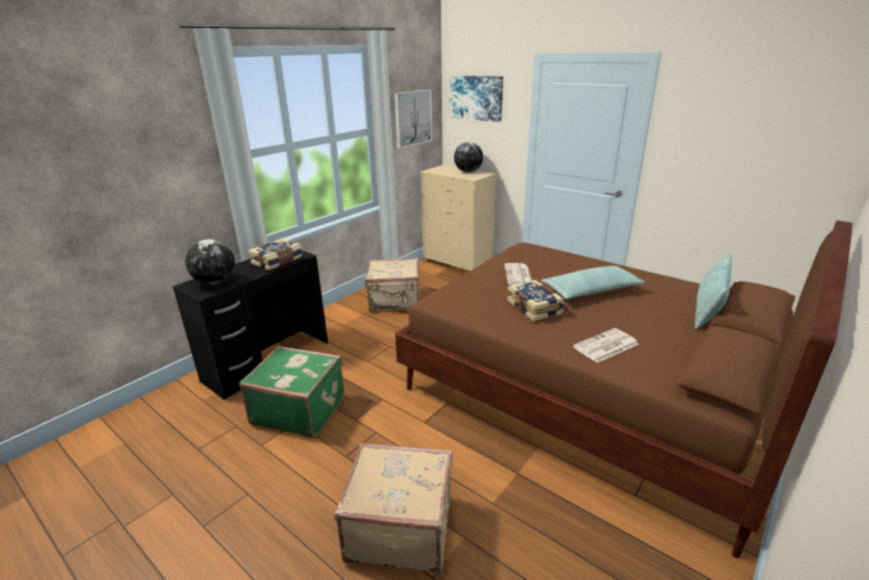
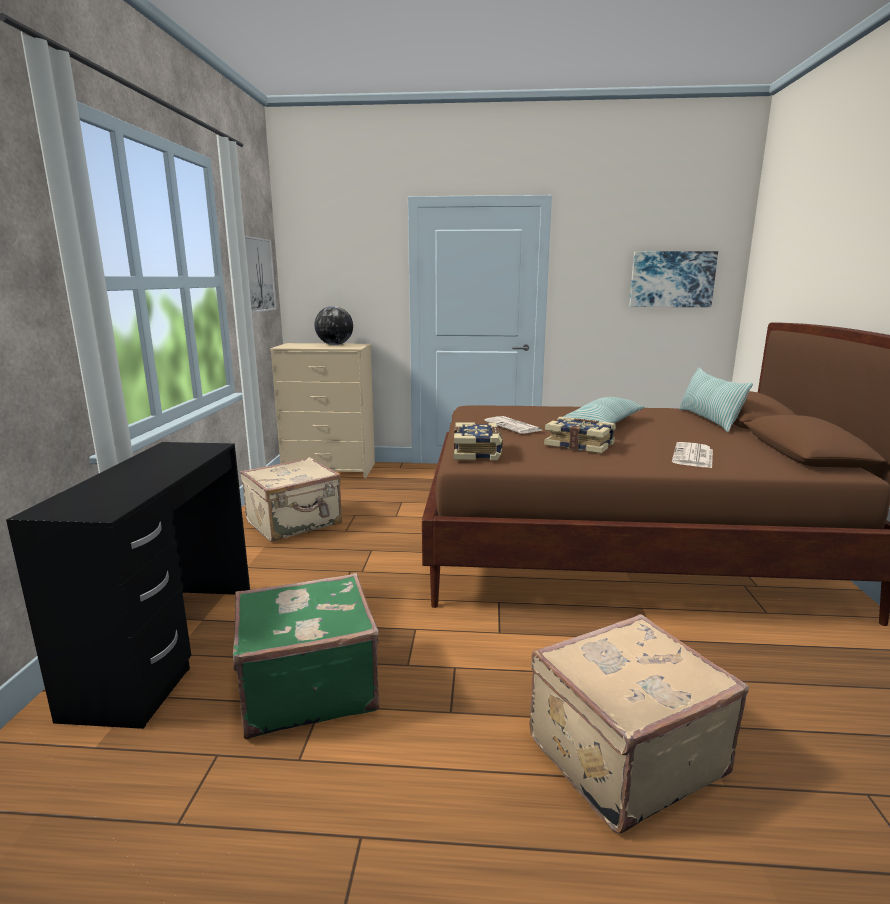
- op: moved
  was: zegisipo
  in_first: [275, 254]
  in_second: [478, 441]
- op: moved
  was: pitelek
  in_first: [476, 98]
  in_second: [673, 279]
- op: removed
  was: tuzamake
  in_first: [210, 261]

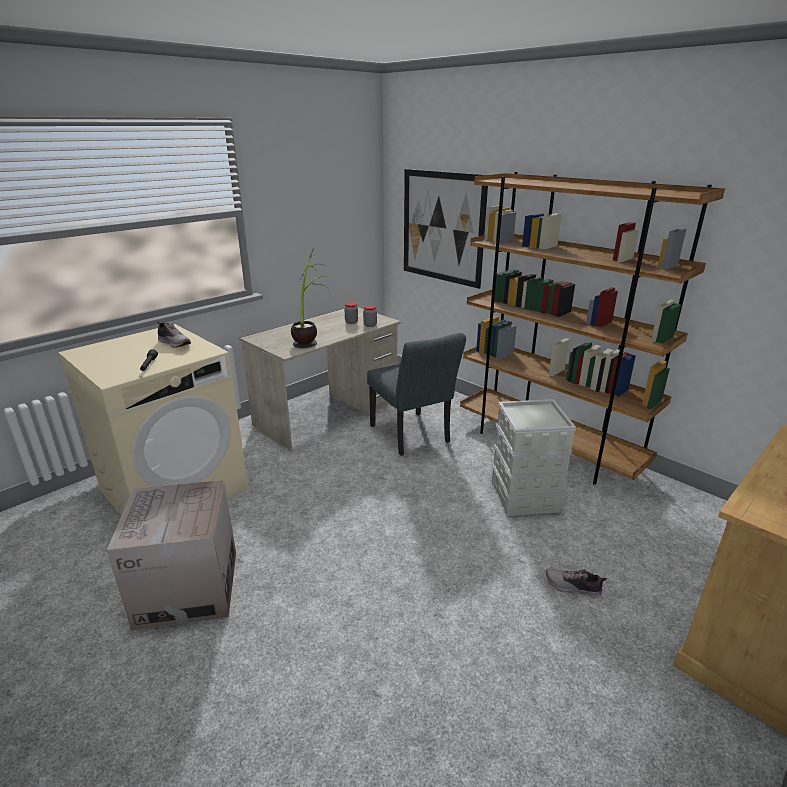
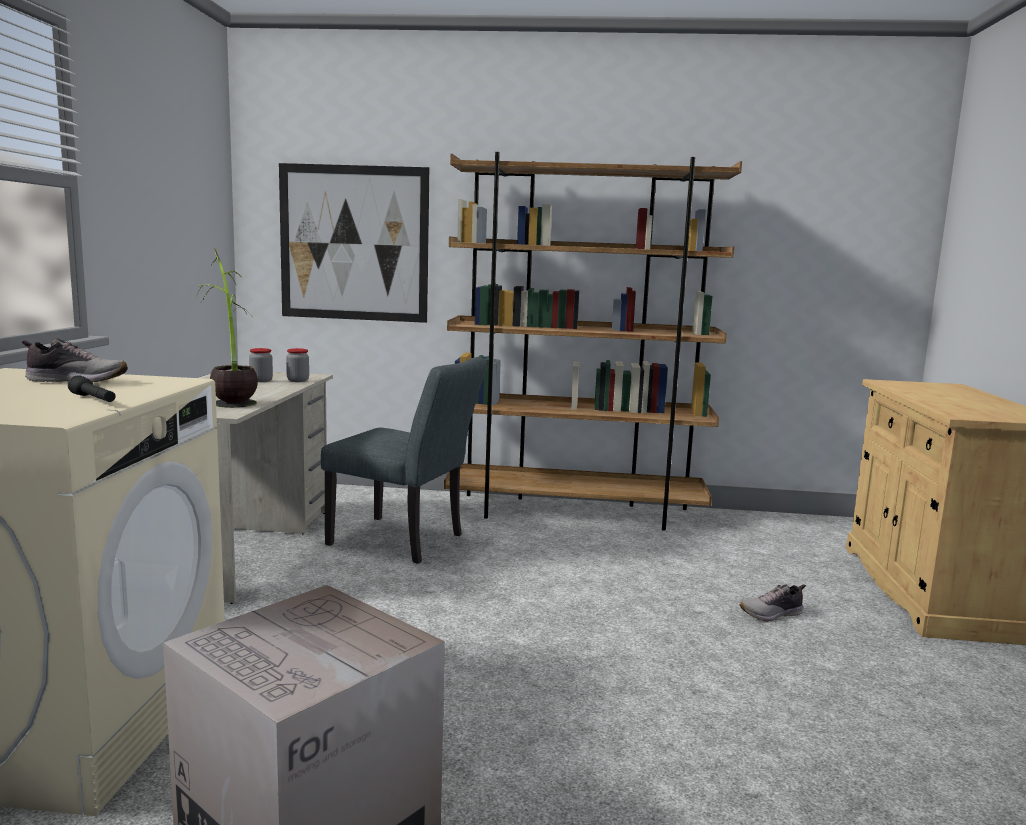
- op: removed
  was: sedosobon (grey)
  in_first: [534, 457]

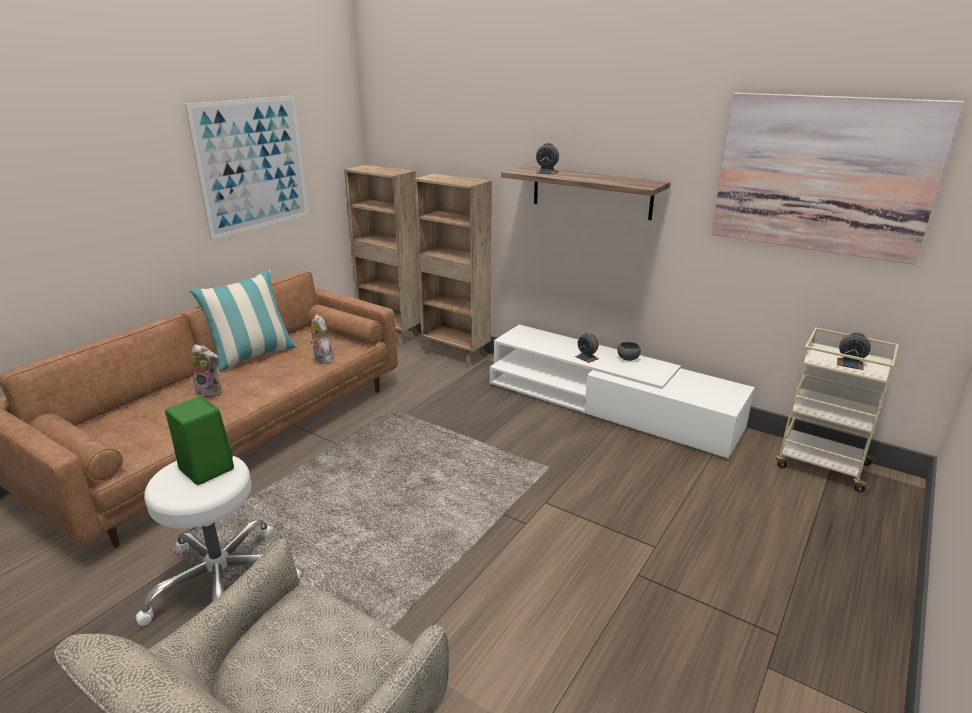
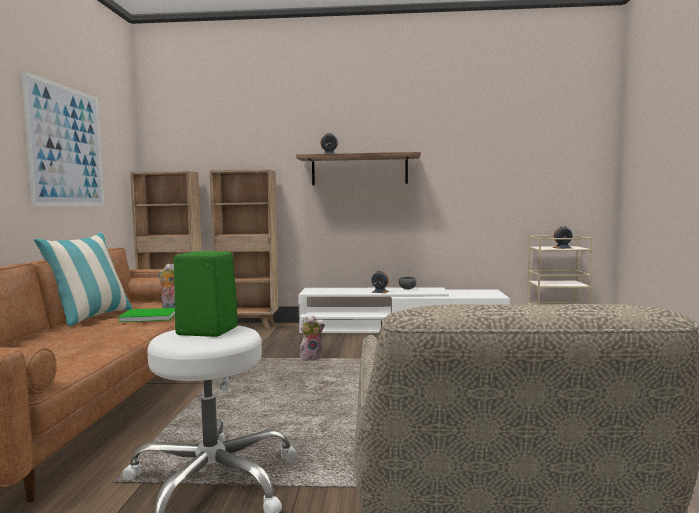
- op: added
  now: zegisipo (green)
  in_second: [146, 315]
- op: moved
  was: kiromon
  in_first: [206, 371]
  in_second: [312, 338]
- op: removed
  was: pitelek
  in_first: [838, 179]

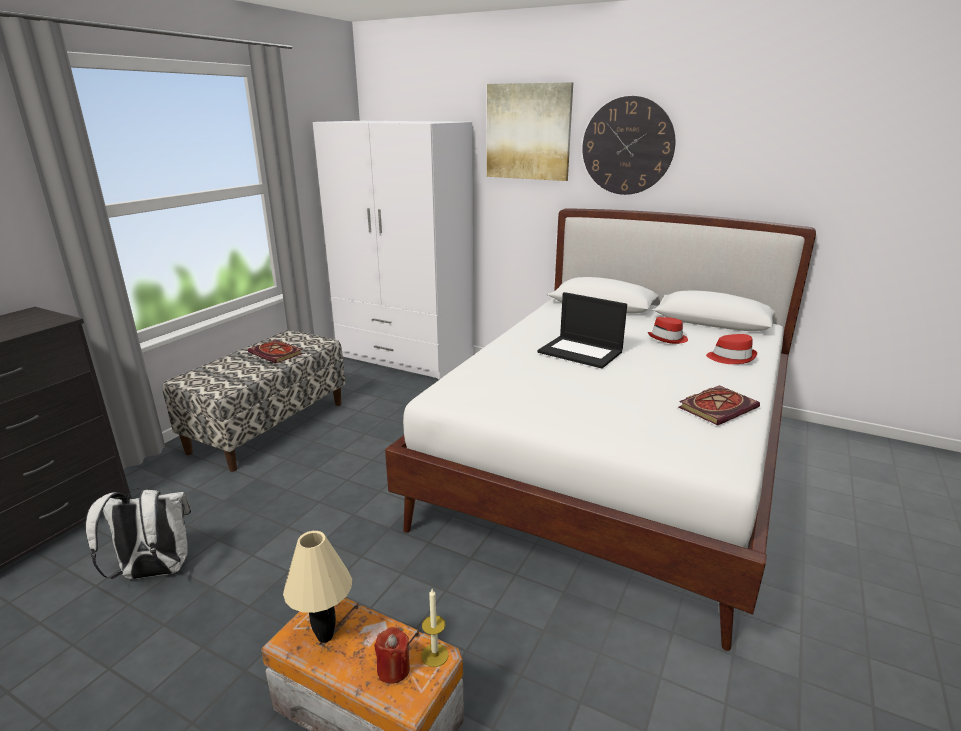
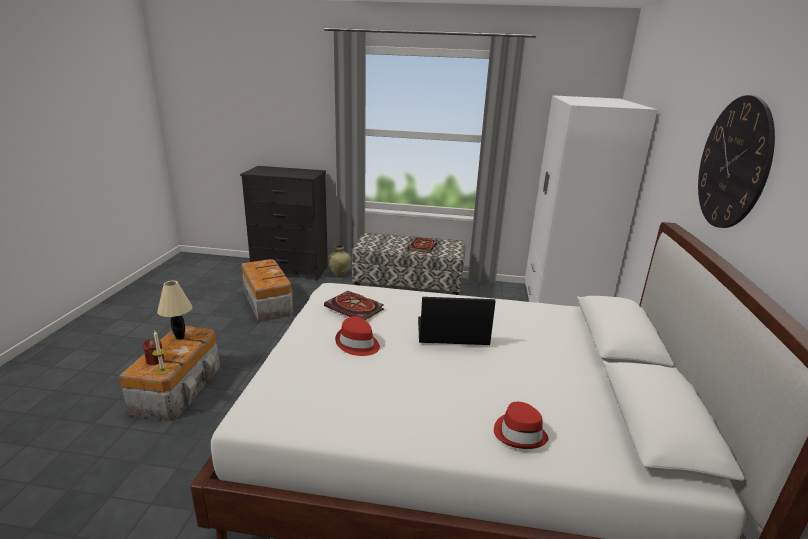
- op: replaced
  was: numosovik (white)
  now: sedosobon
  in_first: [138, 533]
  in_second: [267, 290]
- op: moved
  was: zegisipo
  in_first: [719, 405]
  in_second: [354, 305]
- op: added
  now: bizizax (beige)
  in_second: [339, 260]
- op: moved
  was: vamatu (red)
  in_first: [668, 330]
  in_second: [357, 336]
- op: turned
  was: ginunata
  in_first: [582, 330]
  in_second: [457, 321]
  clockwise: 75
- op: removed
  was: pitelek
  in_first: [530, 131]

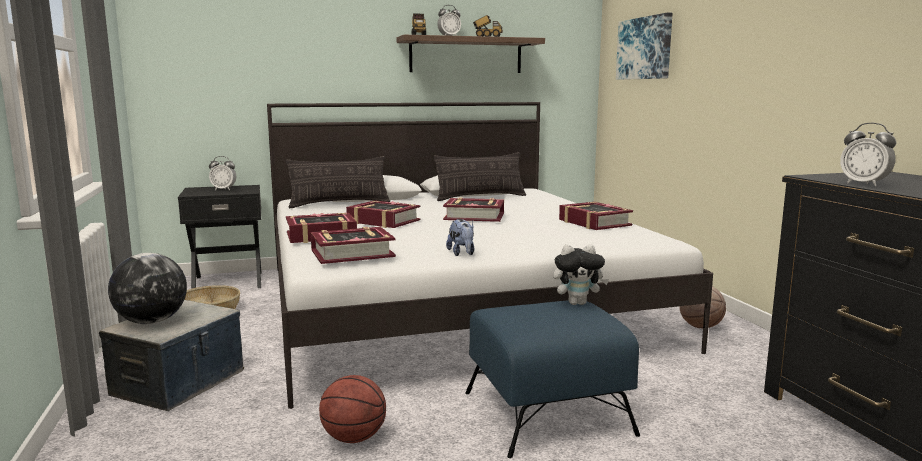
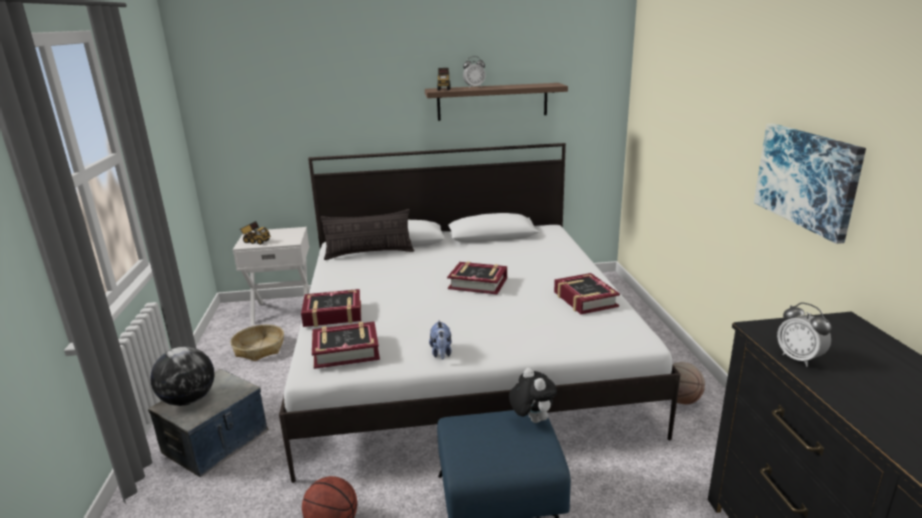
- op: recoloured
  was: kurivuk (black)
  now: kurivuk (white)
  in_first: [220, 237]
  in_second: [271, 276]
- op: moved
  was: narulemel
  in_first: [488, 26]
  in_second: [255, 233]
- op: turned
  was: kiromon
  in_first: [581, 274]
  in_second: [533, 395]
  clockwise: -120
- op: moved
  was: pitelek
  in_first: [644, 46]
  in_second: [810, 183]
- op: removed
  was: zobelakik
  in_first: [222, 173]
- op: removed
  was: zegisipo
  in_first: [383, 214]
- op: removed
  was: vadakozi
  in_first: [479, 176]

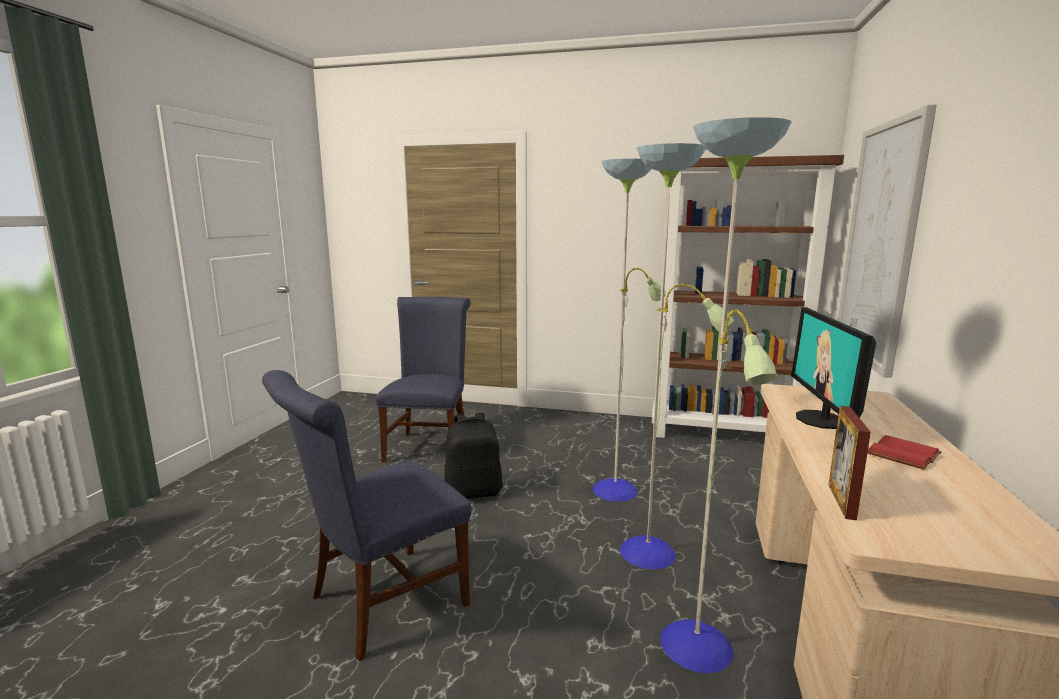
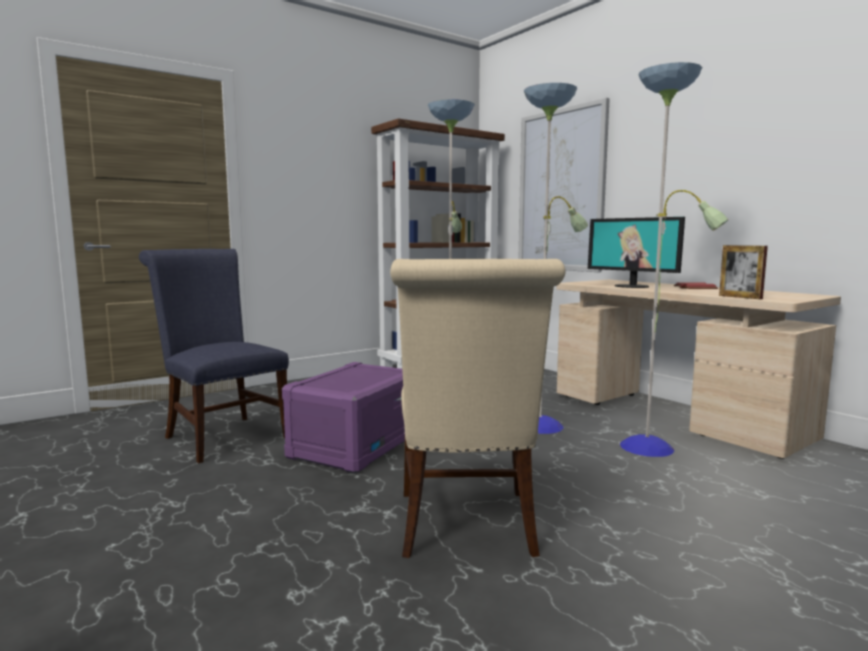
- op: replaced
  was: numosovik (black)
  now: sedosobon (purple)
  in_first: [473, 456]
  in_second: [343, 418]
- op: recoloured
  was: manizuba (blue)
  now: manizuba (beige)
  in_first: [367, 515]
  in_second: [477, 408]

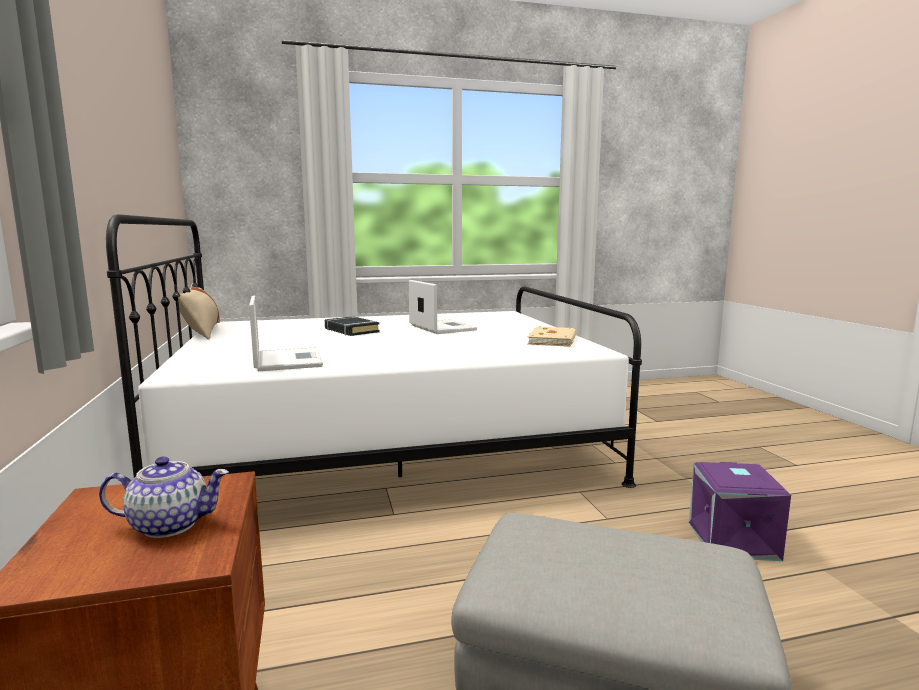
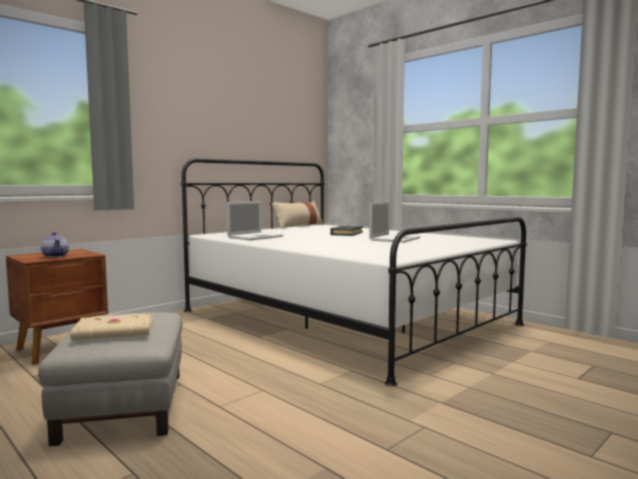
- op: moved
  was: zegisipo (beige)
  in_first: [551, 336]
  in_second: [111, 326]
- op: removed
  was: sedosobon (purple)
  in_first: [740, 511]

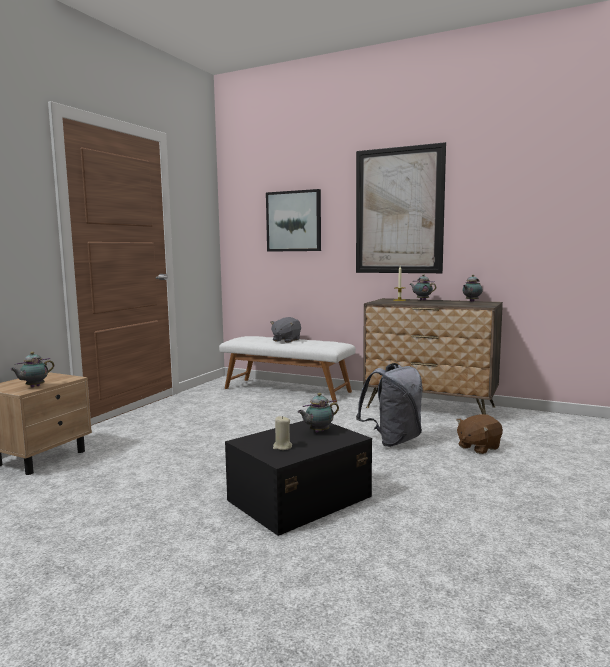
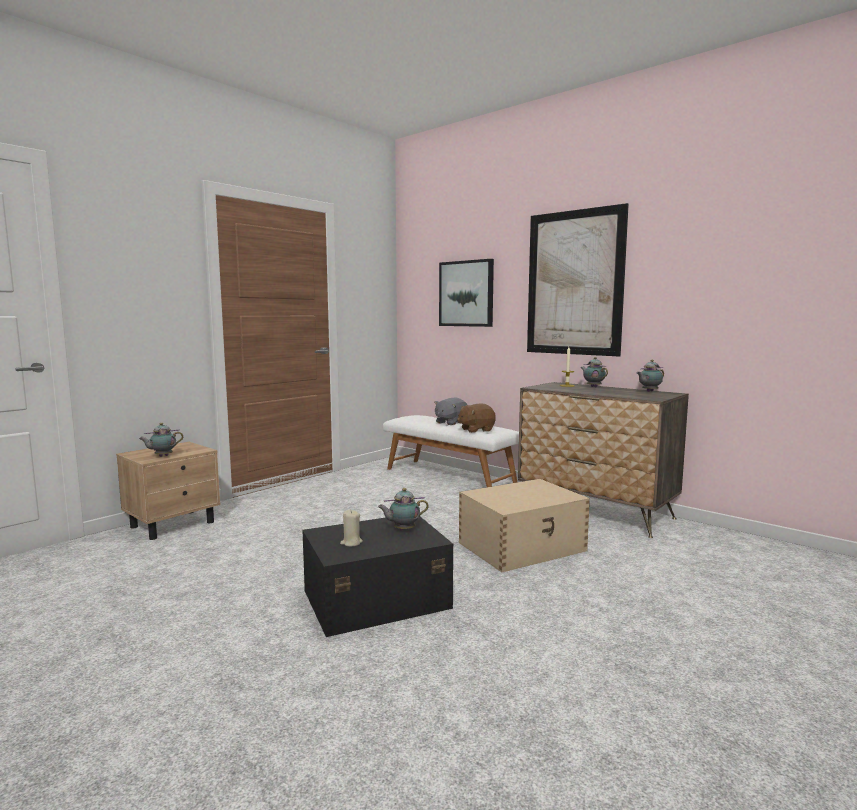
- op: moved
  was: kiromon (brown)
  in_first: [480, 434]
  in_second: [476, 418]
- op: replaced
  was: numosovik (grey)
  now: sedosobon (beige)
  in_first: [389, 405]
  in_second: [524, 525]

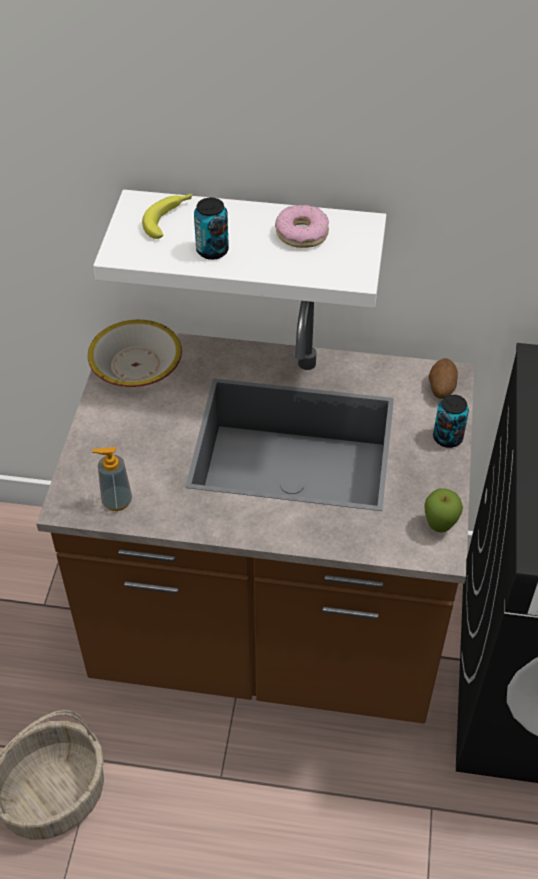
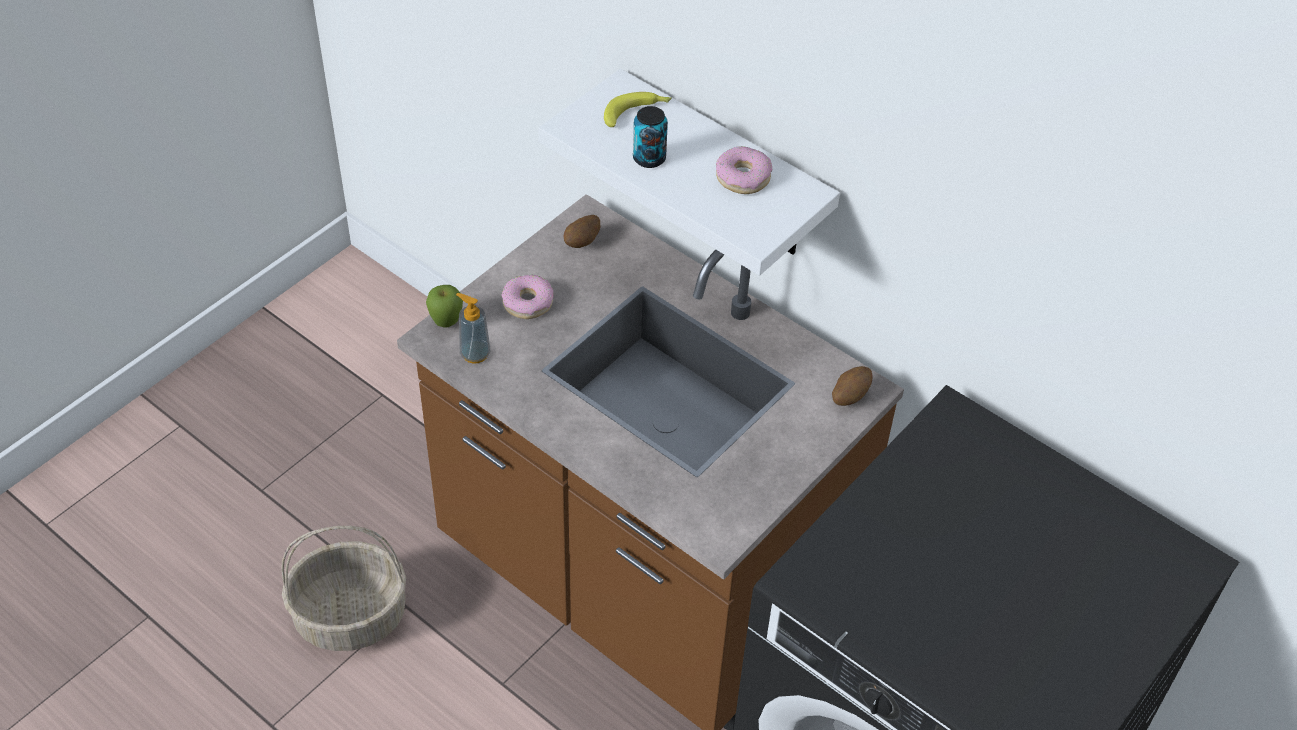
- op: moved
  was: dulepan
  in_first: [444, 510]
  in_second: [444, 306]
- op: added
  now: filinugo
  in_second: [527, 297]
- op: replaced
  was: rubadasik
  now: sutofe
  in_first: [135, 353]
  in_second: [582, 231]
- op: removed
  was: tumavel
  in_first: [451, 421]

